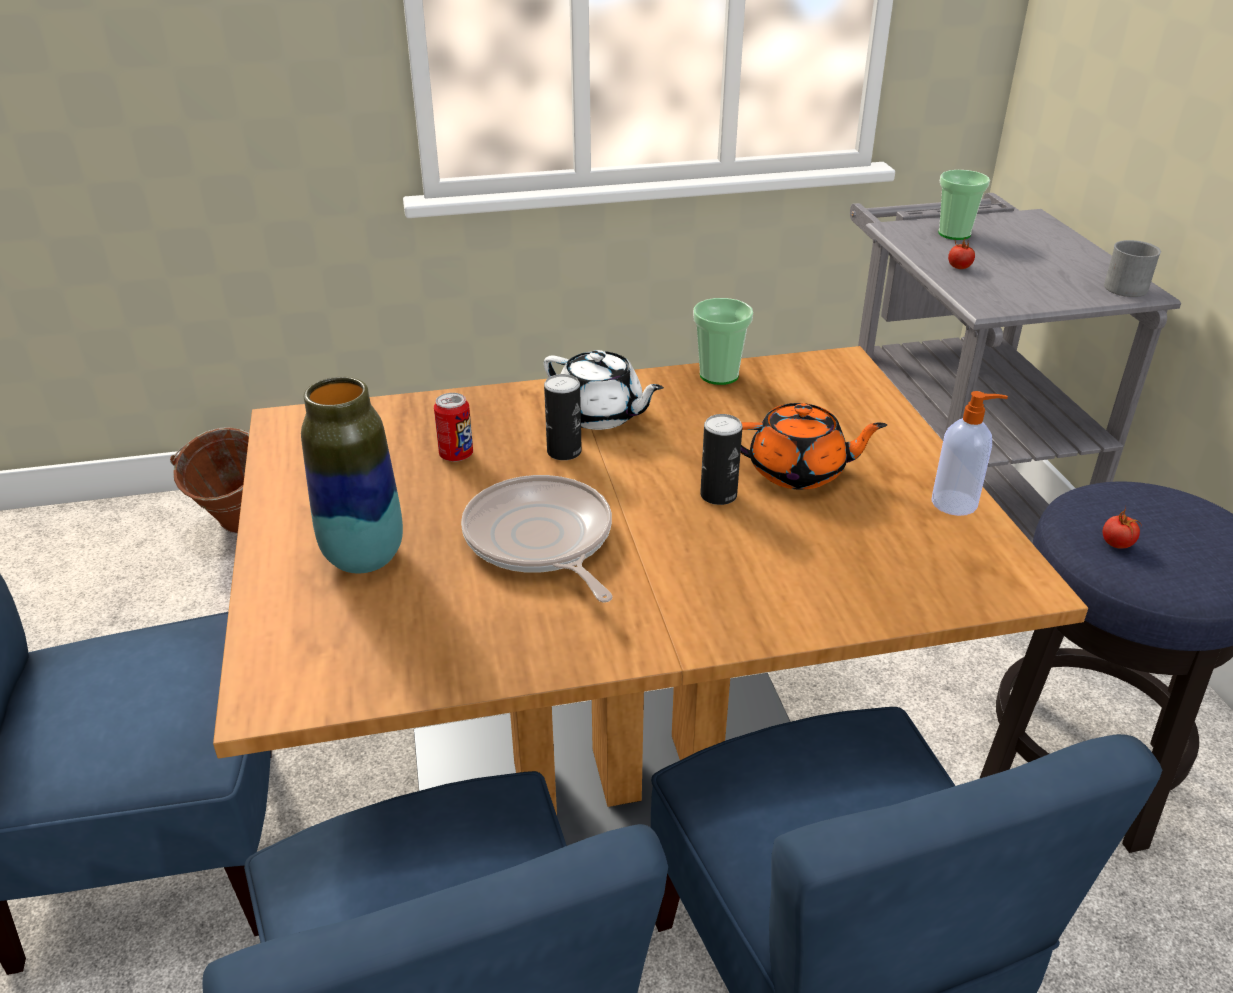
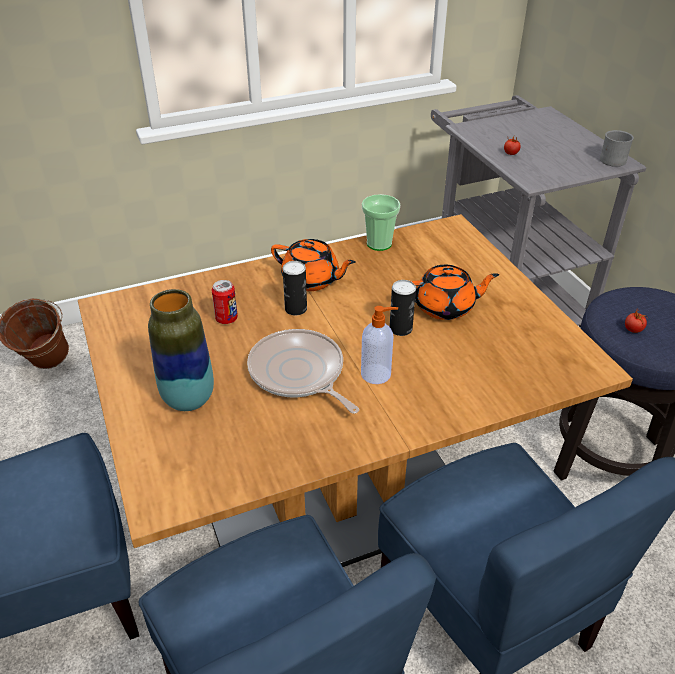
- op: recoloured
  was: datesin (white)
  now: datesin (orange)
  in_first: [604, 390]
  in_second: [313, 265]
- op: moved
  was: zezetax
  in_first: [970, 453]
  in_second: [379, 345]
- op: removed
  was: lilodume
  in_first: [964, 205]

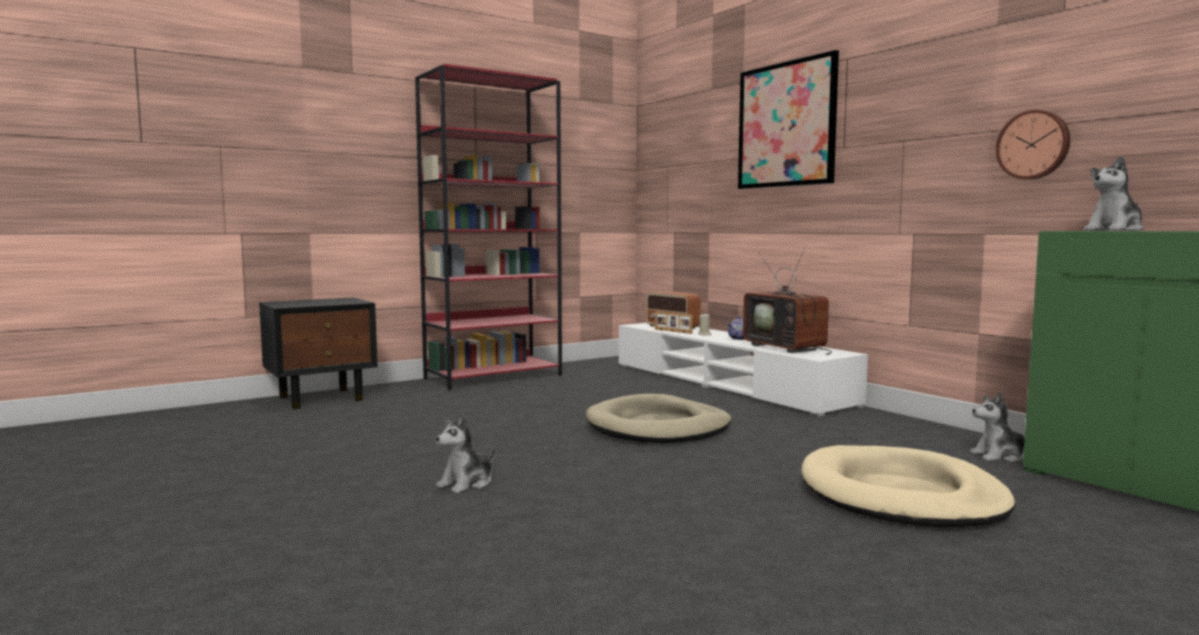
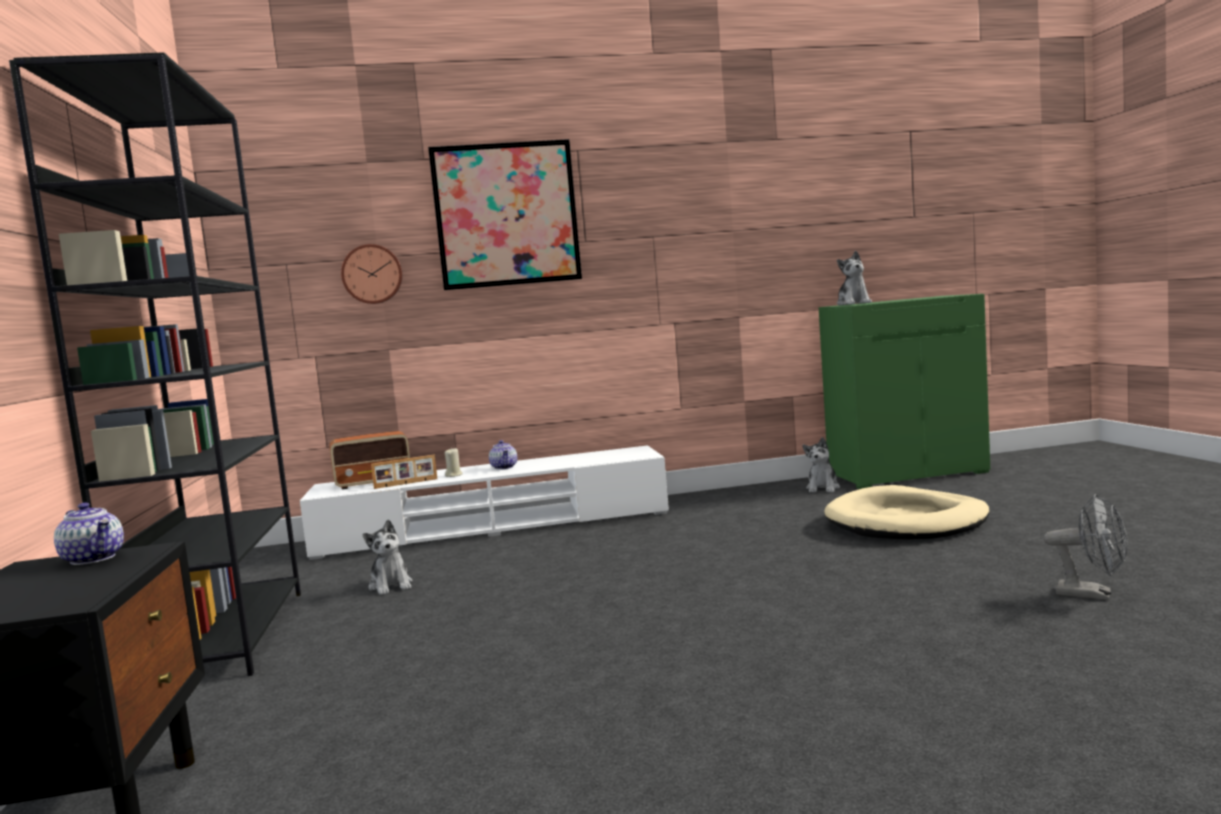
- op: recoloured
  was: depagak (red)
  now: depagak (black)
  in_first: [488, 227]
  in_second: [155, 364]
- op: added
  now: datesin
  in_second: [89, 533]
- op: moved
  was: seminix
  in_first: [1033, 145]
  in_second: [372, 274]
- op: moved
  was: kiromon
  in_first: [465, 453]
  in_second: [387, 557]
- op: added
  now: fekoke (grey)
  in_second: [1086, 547]
- op: removed
  was: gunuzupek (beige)
  in_first: [658, 418]
- op: removed
  was: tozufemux
  in_first: [787, 301]

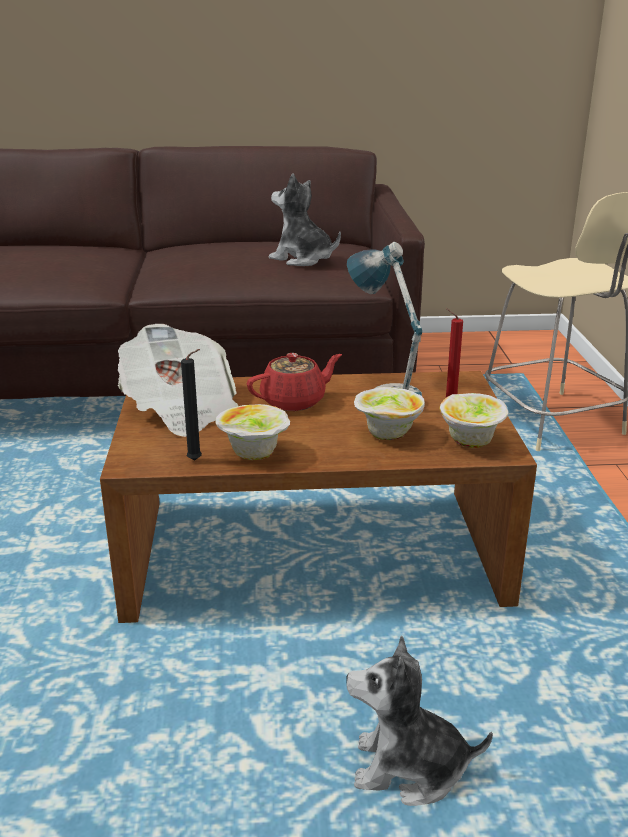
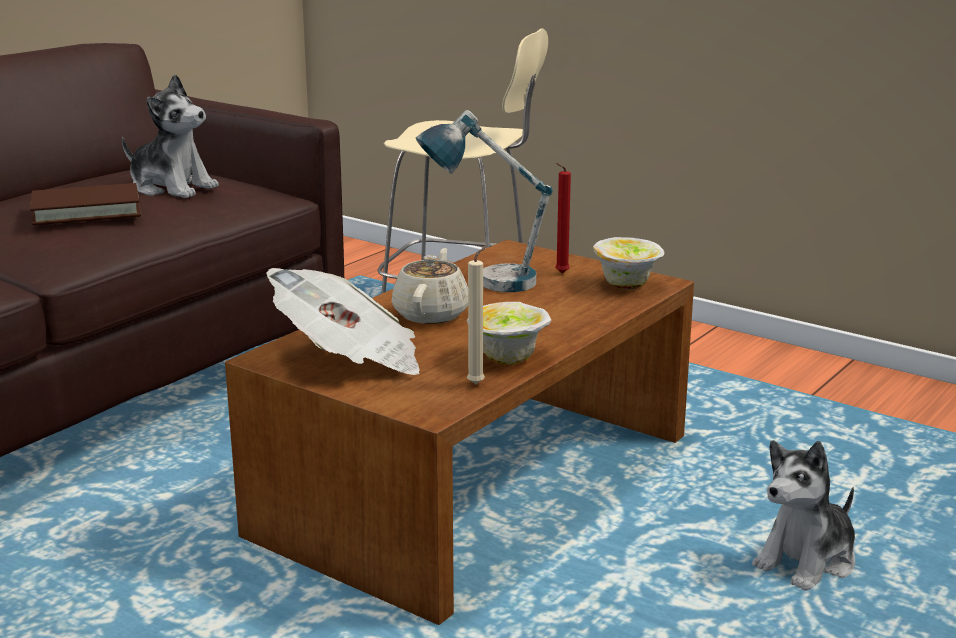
- op: added
  now: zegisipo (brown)
  in_second: [85, 204]
- op: turned
  was: kiromon
  in_first: [305, 219]
  in_second: [170, 136]
  clockwise: -135
- op: recoloured
  was: datesin (red)
  now: datesin (beige)
  in_first: [294, 382]
  in_second: [430, 286]
- op: recoloured
  was: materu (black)
  now: materu (beige)
  in_first: [191, 405]
  in_second: [477, 314]
- op: removed
  was: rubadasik
  in_first: [389, 413]

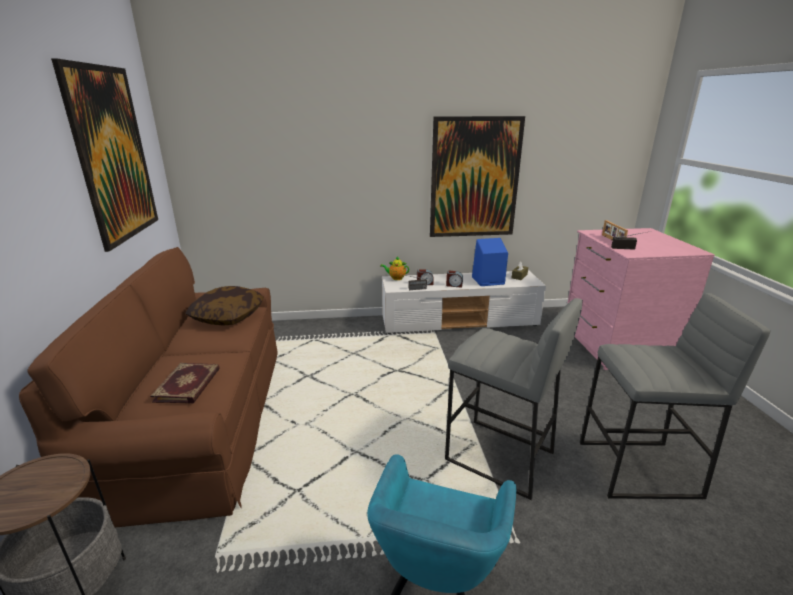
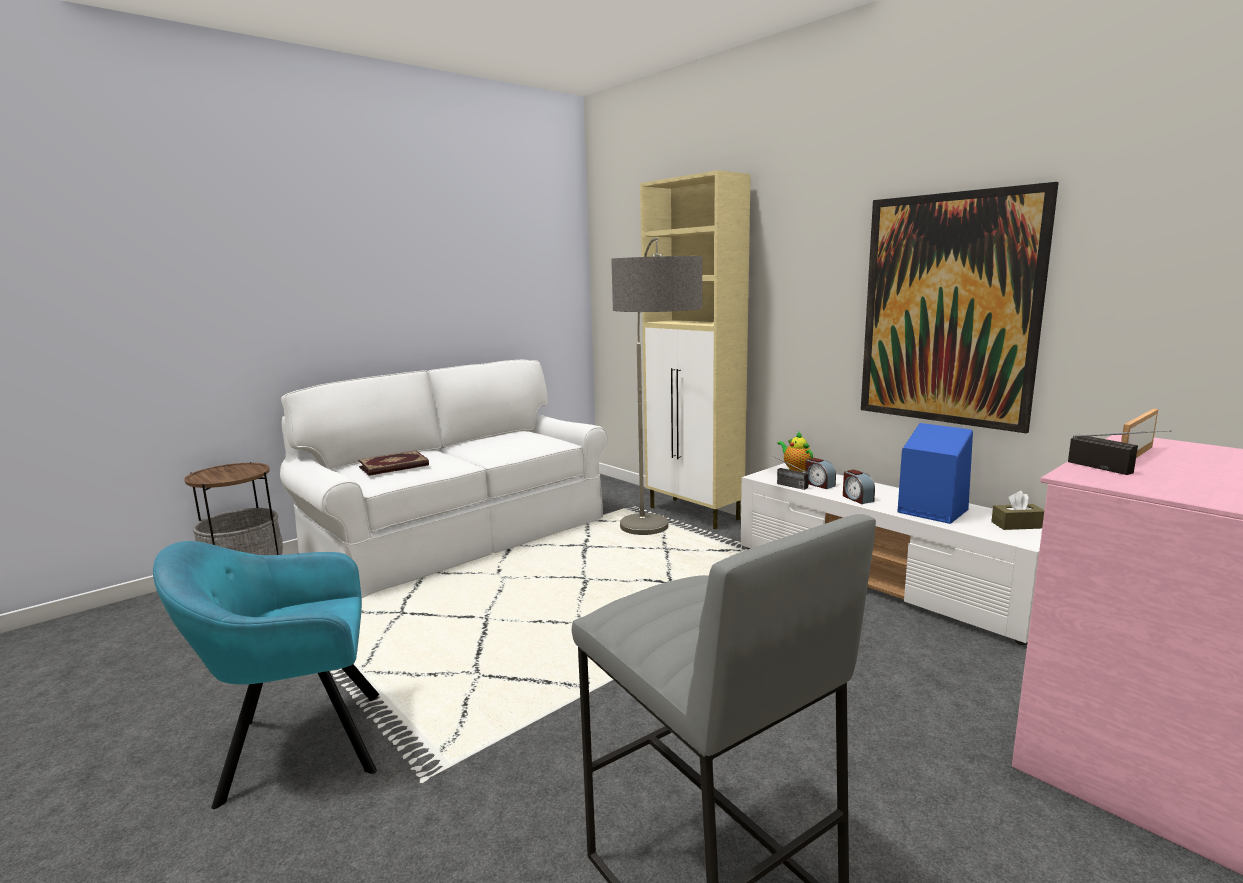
- op: recoloured
  was: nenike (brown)
  now: nenike (white)
  in_first: [148, 387]
  in_second: [444, 479]
- op: added
  now: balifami
  in_second: [656, 386]
- op: added
  now: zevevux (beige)
  in_second: [695, 350]
- op: removed
  was: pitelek
  in_first: [104, 155]
- op: removed
  was: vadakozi
  in_first: [224, 305]
- op: removed
  was: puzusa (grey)
  in_first: [514, 399]

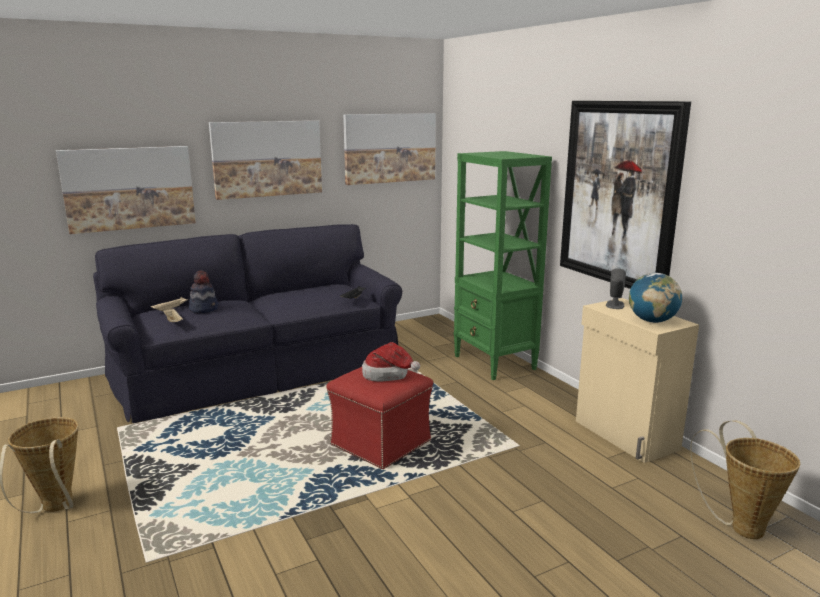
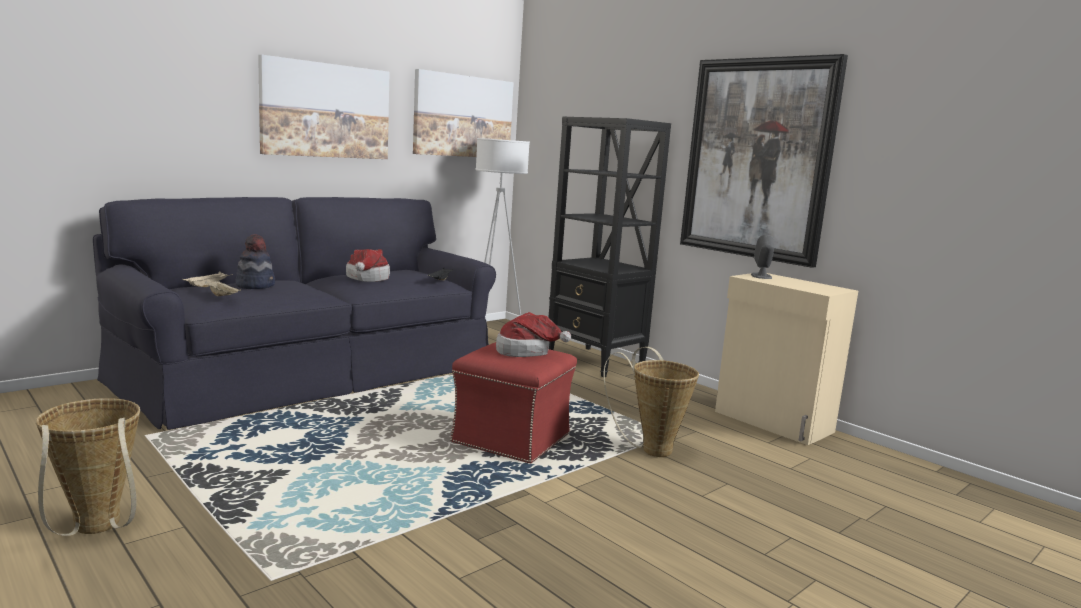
- op: added
  now: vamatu
  in_second: [368, 265]
- op: added
  now: balifami (white)
  in_second: [503, 227]
- op: recoloured
  was: depagak (green)
  now: depagak (black)
  in_first: [502, 265]
  in_second: [610, 246]
- op: moved
  was: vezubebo
  in_first: [745, 480]
  in_second: [651, 402]
- op: removed
  was: pitelek
  in_first: [126, 190]
- op: removed
  was: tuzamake
  in_first: [655, 298]

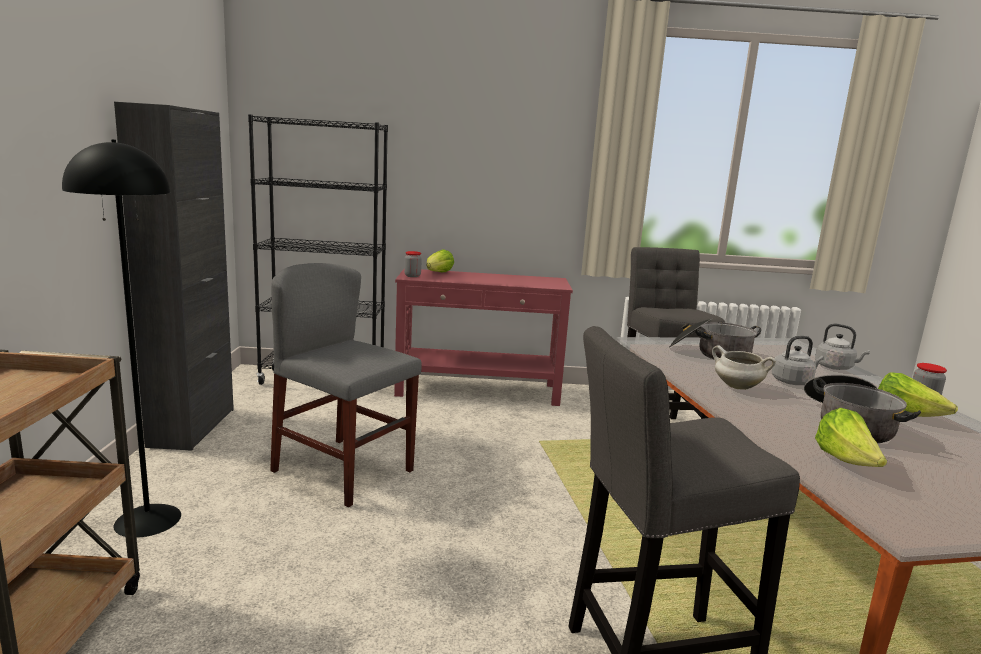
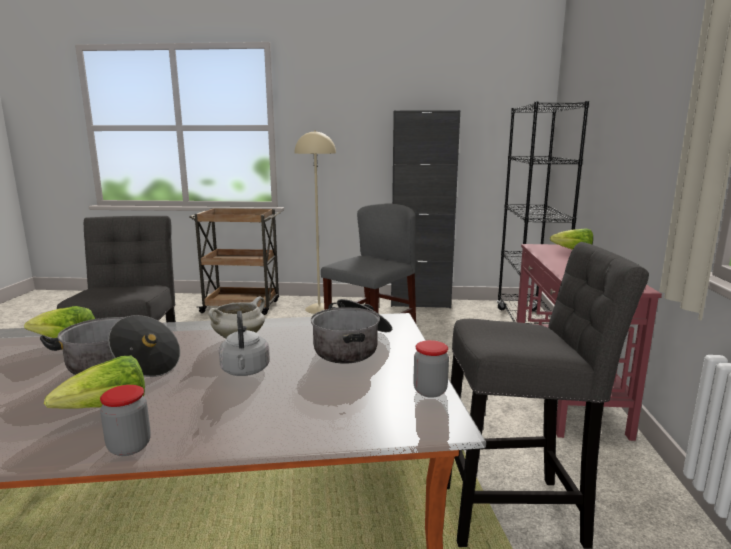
- op: recoloured
  was: balifami (black)
  now: balifami (beige)
  in_first: [121, 338]
  in_second: [315, 222]
- op: moved
  was: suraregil
  in_first: [413, 264]
  in_second: [431, 369]
- op: removed
  was: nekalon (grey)
  in_first: [842, 346]

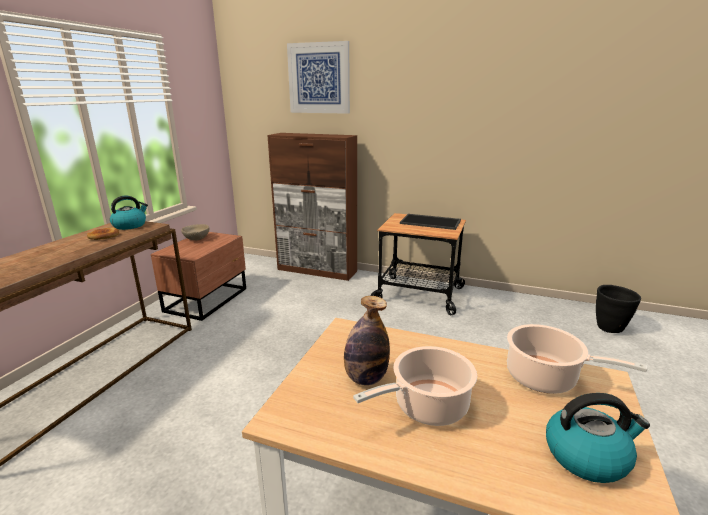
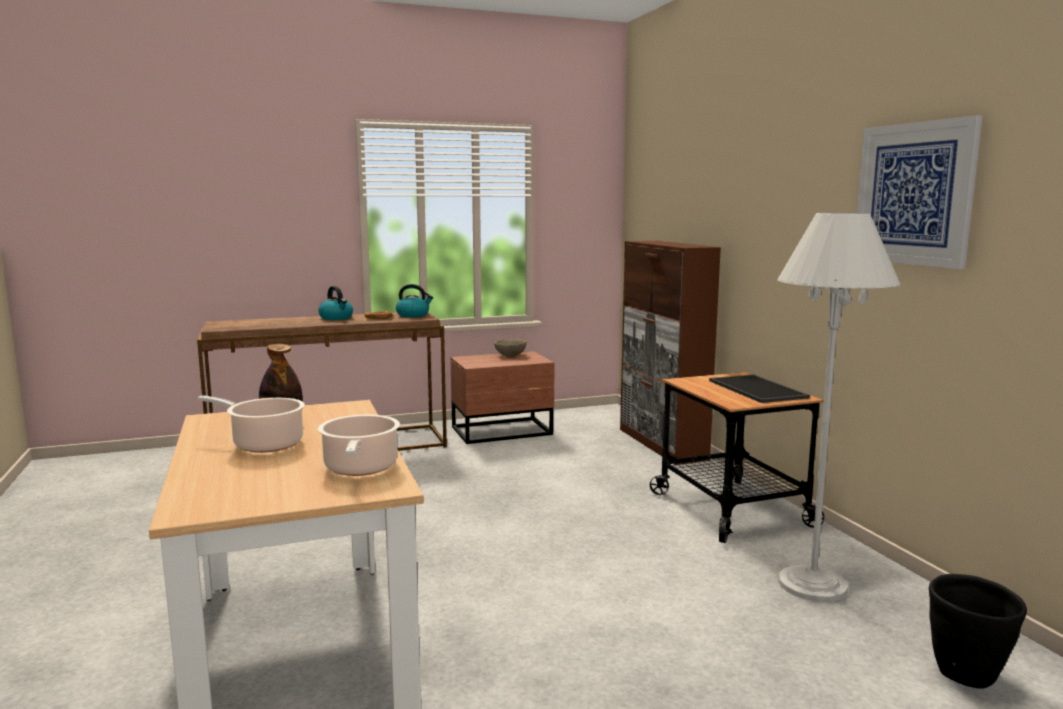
- op: moved
  was: nekalon
  in_first: [598, 438]
  in_second: [335, 303]
- op: added
  now: balifami (white)
  in_second: [838, 407]
- op: moved
  was: pitelek
  in_first: [318, 77]
  in_second: [919, 192]

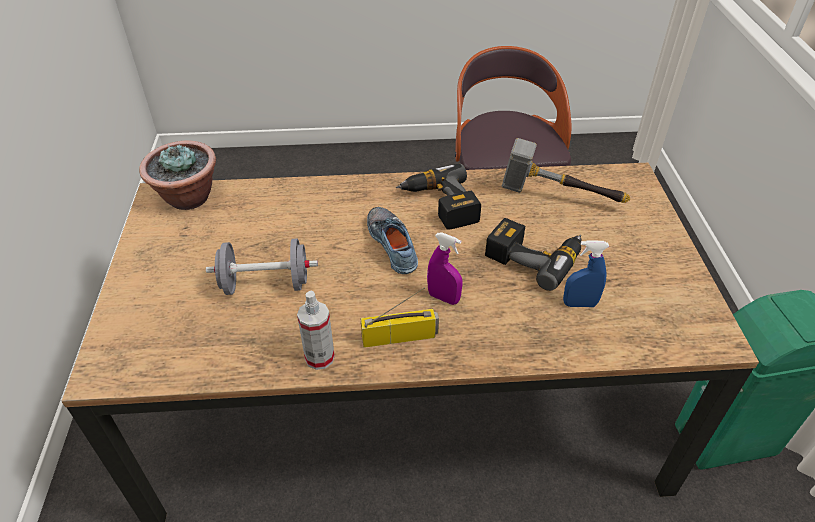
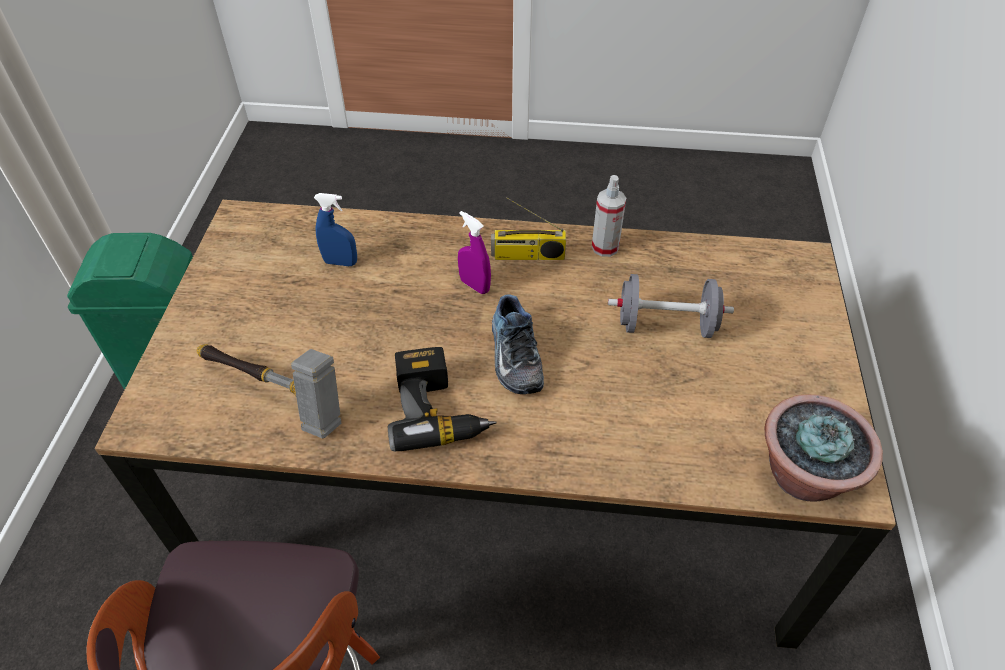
- op: removed
  was: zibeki
  in_first: [533, 254]

